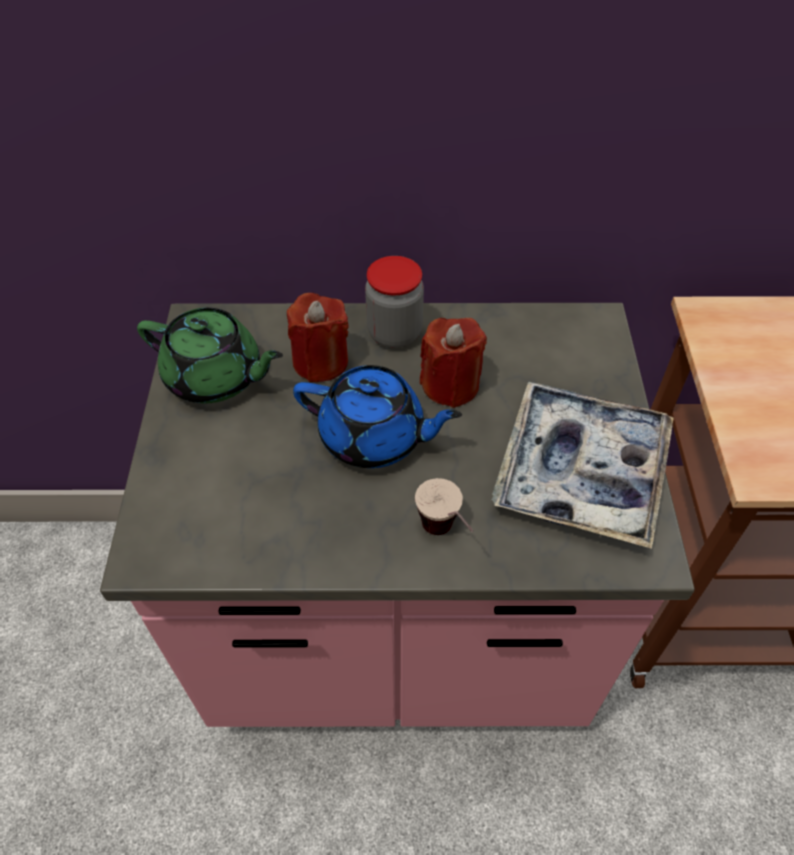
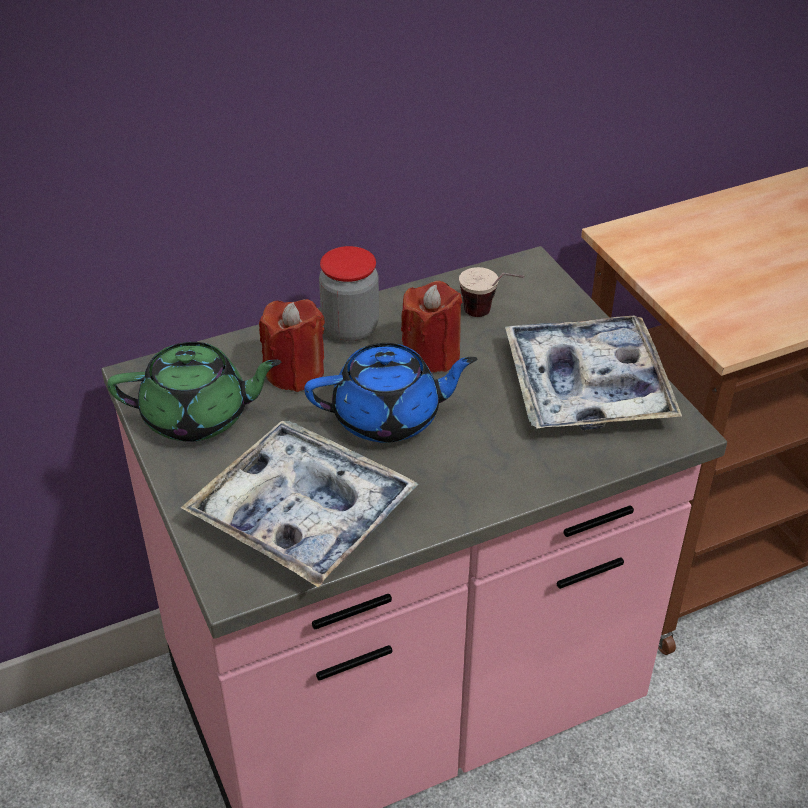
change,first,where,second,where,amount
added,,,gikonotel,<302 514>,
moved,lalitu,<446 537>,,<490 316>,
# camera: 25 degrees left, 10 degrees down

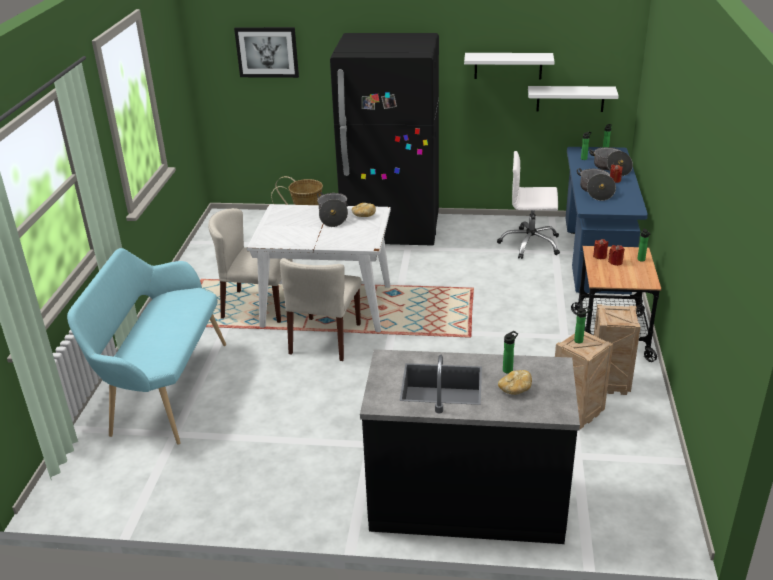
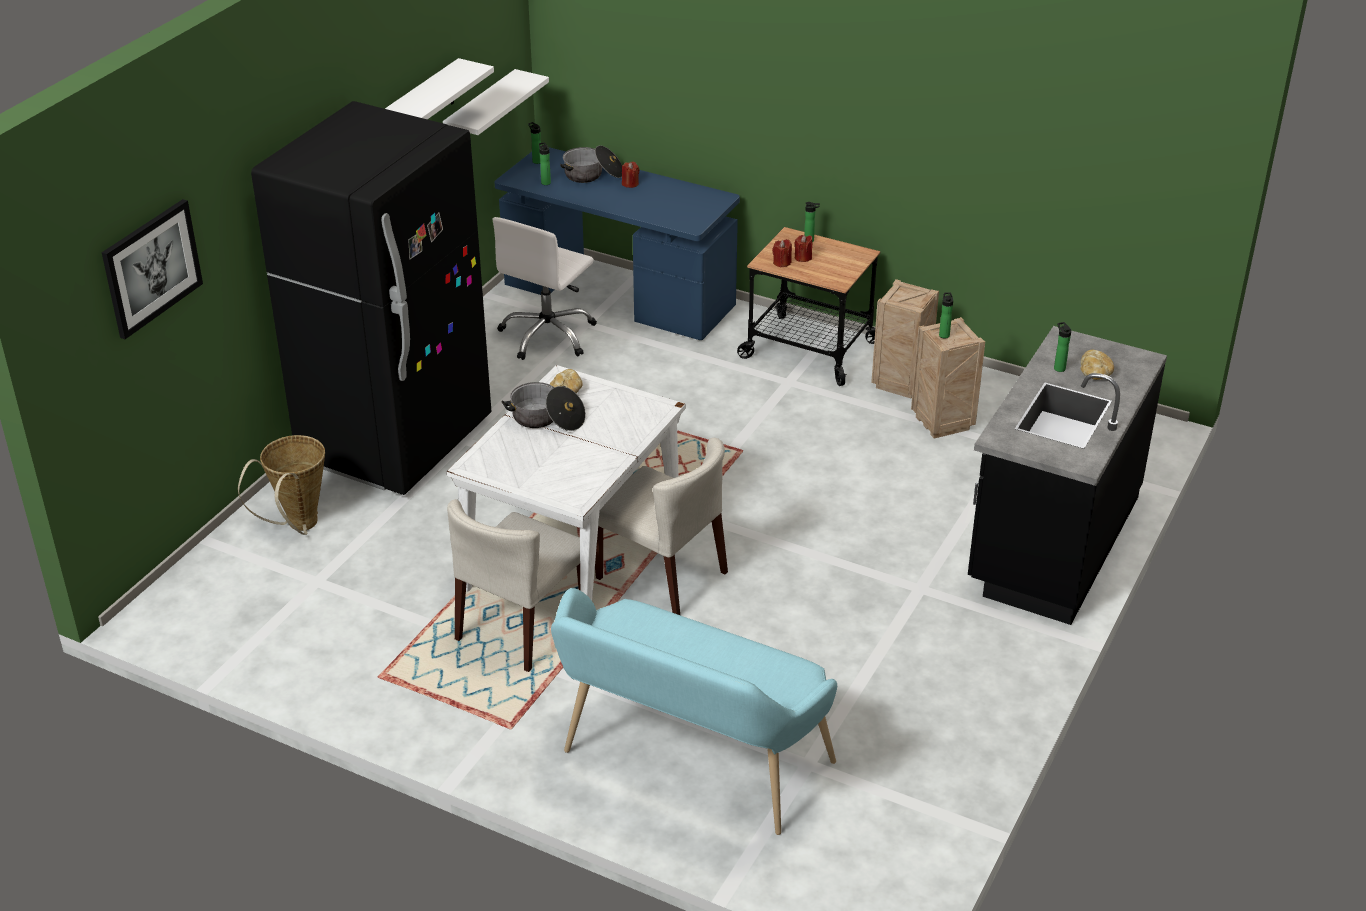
change,first,where,second,where,amount
removed,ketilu,<595 191>,,,
# camera: 70 degrees left, 5 degrees up

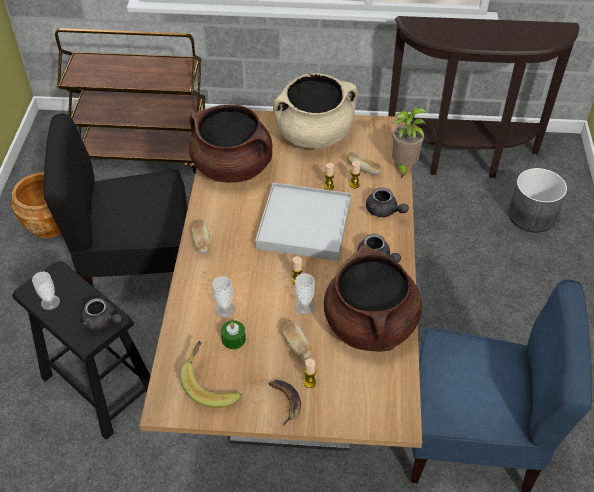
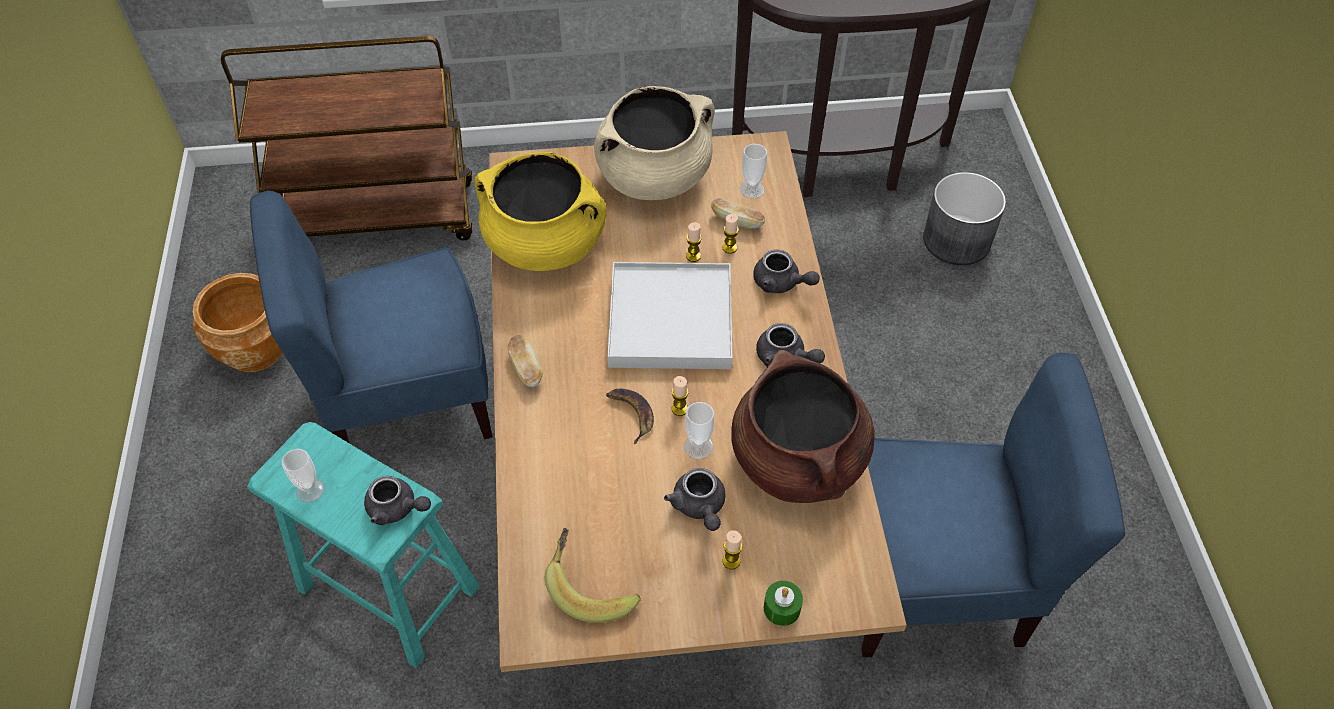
change,first,where,second,where,amount
recoloured,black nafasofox,<100 385>,turquoise nafasofox,<389 587>,
recoloured,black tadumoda,<138 268>,blue tadumoda,<407 399>,
recoloured,brown ketilu,<233 167>,yellow ketilu,<546 244>,
moved,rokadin,<284 401>,,<631 414>,
replaced,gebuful,<296 345>,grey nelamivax,<699 507>,
moved,lalitu,<225 309>,,<752 189>,
moved,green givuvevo,<233 339>,,<782 608>,
removed,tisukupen,<403 166>,,,
# camera: 10 degrees left, 5 degrees up

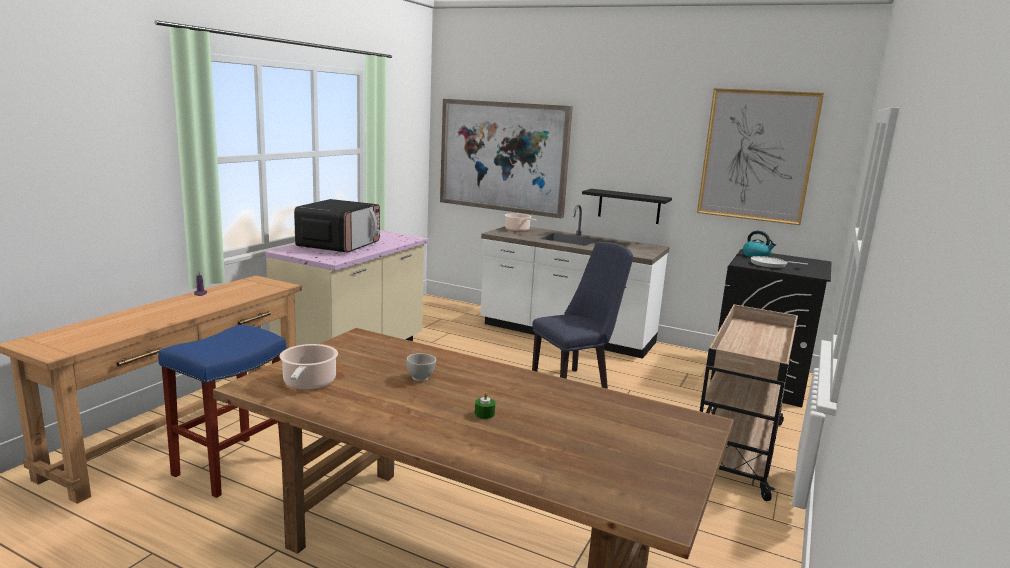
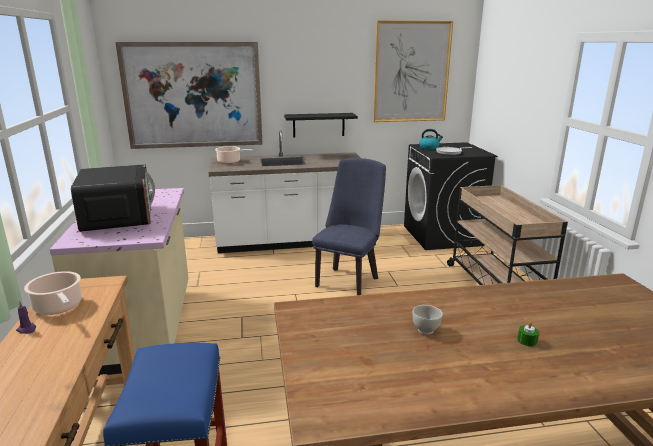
change,first,where,second,where,amount
moved,ketilu,<308 383>,,<59 307>,
# camera: 35 degrees left, 5 degrees up

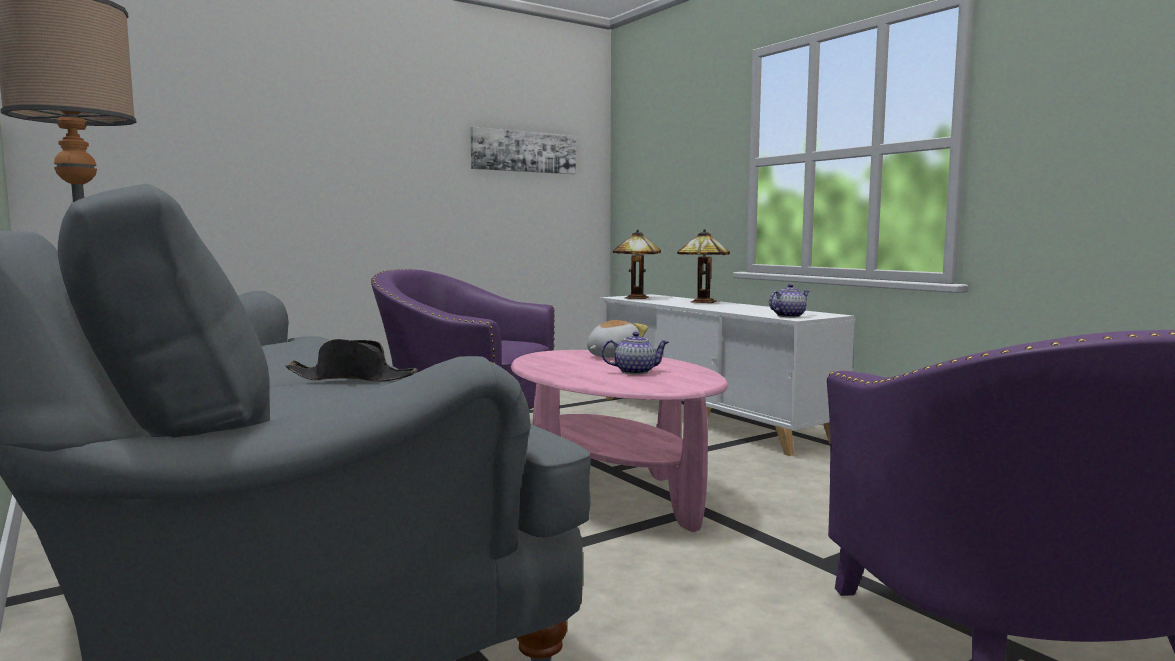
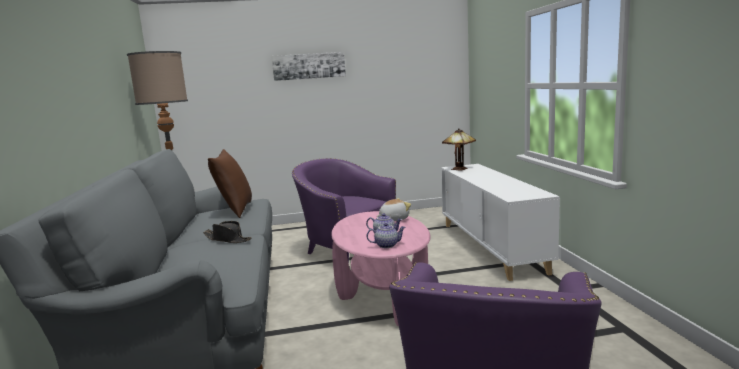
change,first,where,second,where,amount
added,,,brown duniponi,<235 210>,
moved,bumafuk,<523 151>,,<309 66>,
moved,nelamivax,<788 316>,,<387 245>,
removed,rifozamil,<701 302>,,,
# camera: 25 degrees right, 5 degrees up

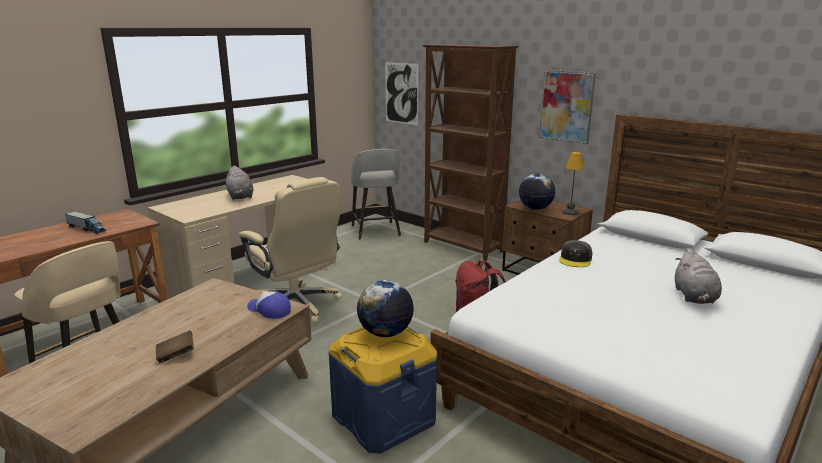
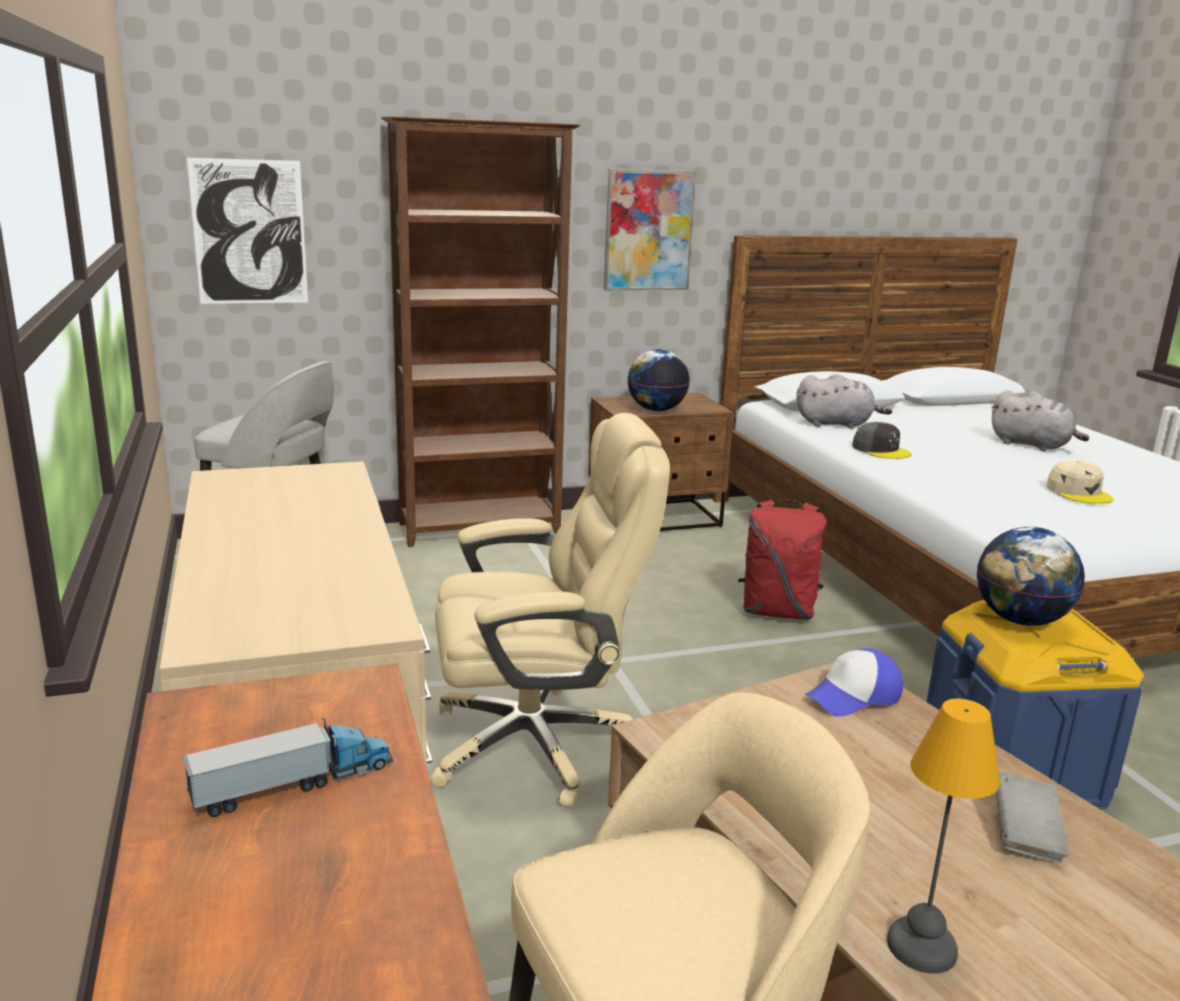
change,first,where,second,where,amount
moved,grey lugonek,<240 197>,,<836 424>,
moved,rifozamil,<569 212>,,<919 947>,
recoloured,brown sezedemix,<176 355>,grey sezedemix,<1025 836>,
added,,,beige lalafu,<1078 492>,
# camera: 60 degrees left, 0 degrees up

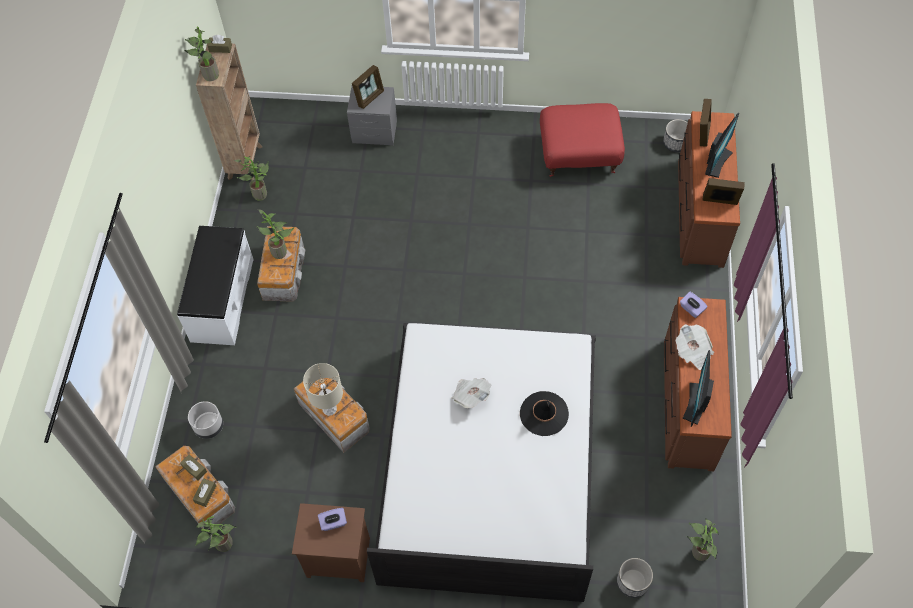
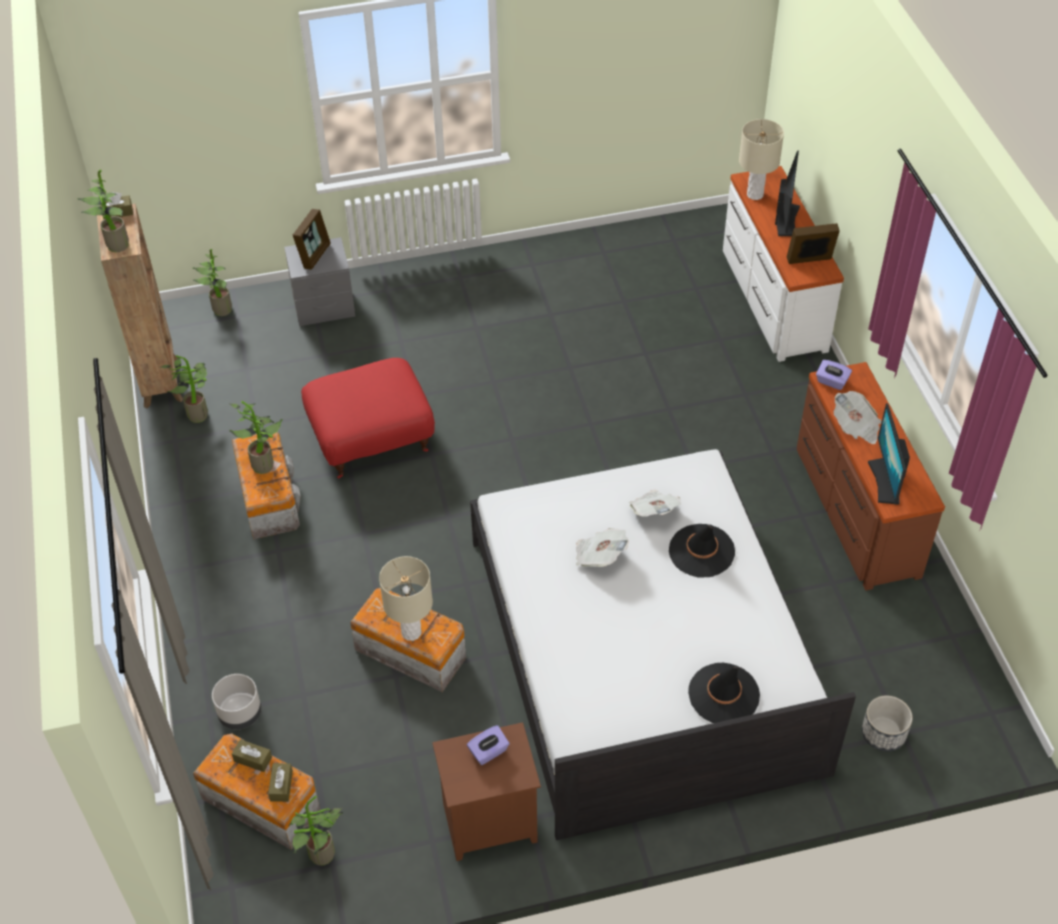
change,first,where,second,where,amount
moved,tisukupen,<697 552>,,<219 310>,
moved,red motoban,<579 155>,,<372 439>,
added,,,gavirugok,<654 512>,
added,,,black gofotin,<723 694>,
recoloured,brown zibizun,<699 212>,white zibizun,<772 299>,
replaced,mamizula,<702 133>,beige rifozamil,<755 194>,
removed,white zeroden,<221 299>,,,
removed,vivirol,<676 143>,,,
# camera: 20 degrees left, 10 degrees down

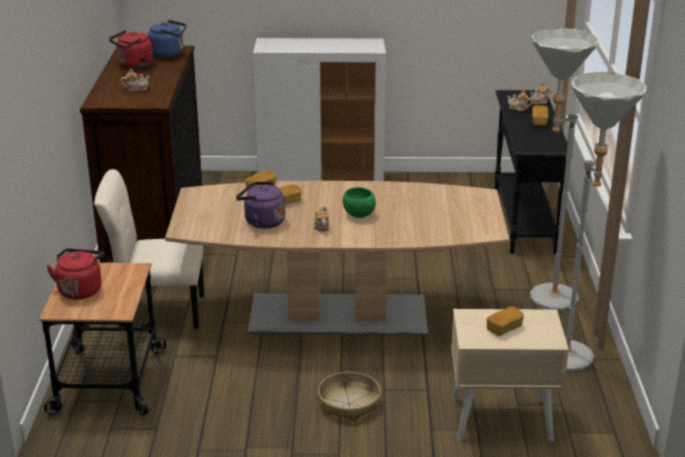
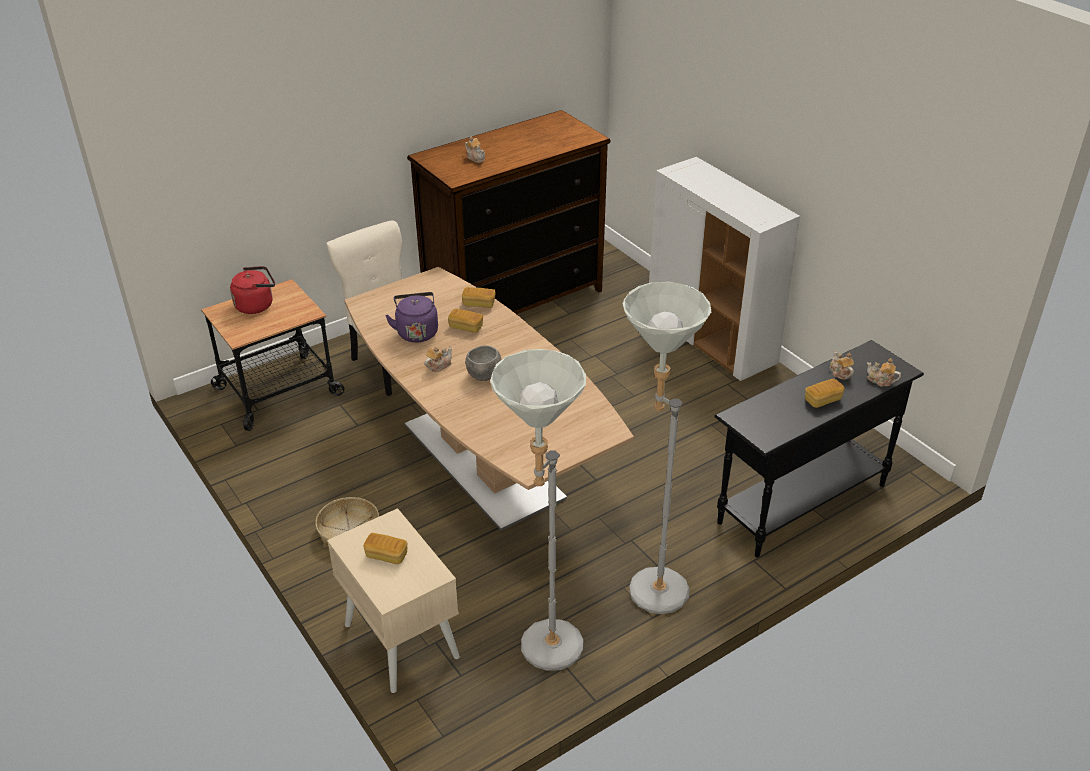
change,first,where,second,where,amount
recoloured,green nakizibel,<359 215>,grey nakizibel,<483 376>,
removed,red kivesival,<133 65>,,,
removed,blue kivesival,<169 54>,,,
# camera: 55 degrees right, 10 degrees up

